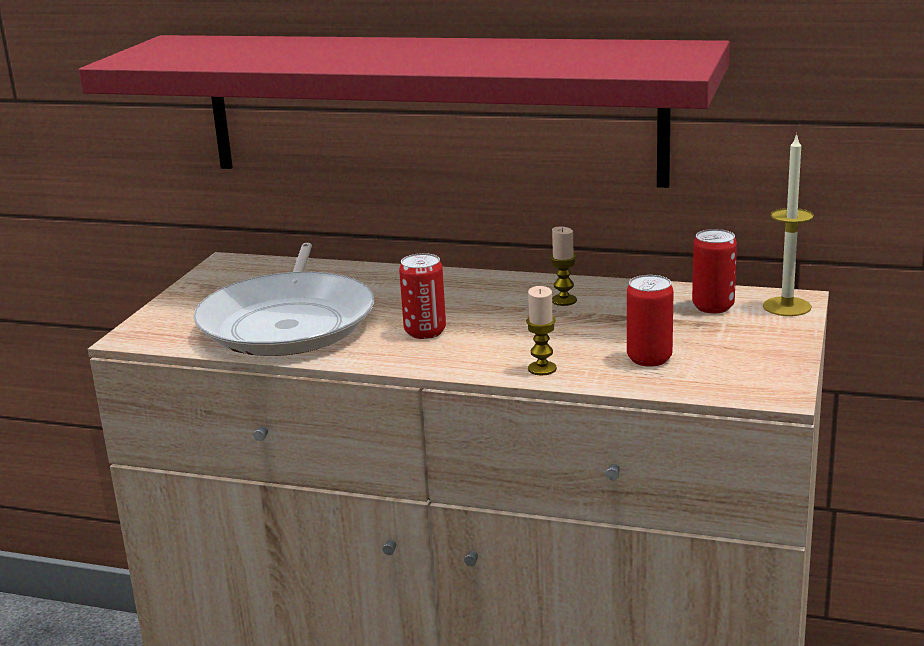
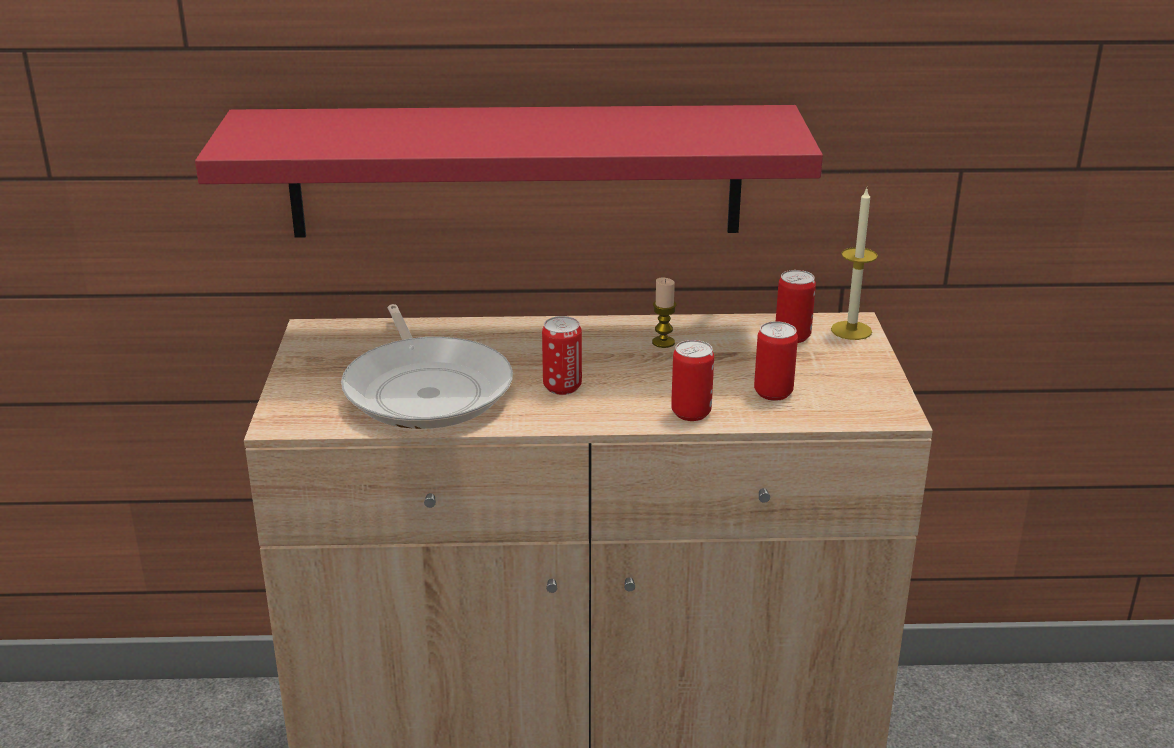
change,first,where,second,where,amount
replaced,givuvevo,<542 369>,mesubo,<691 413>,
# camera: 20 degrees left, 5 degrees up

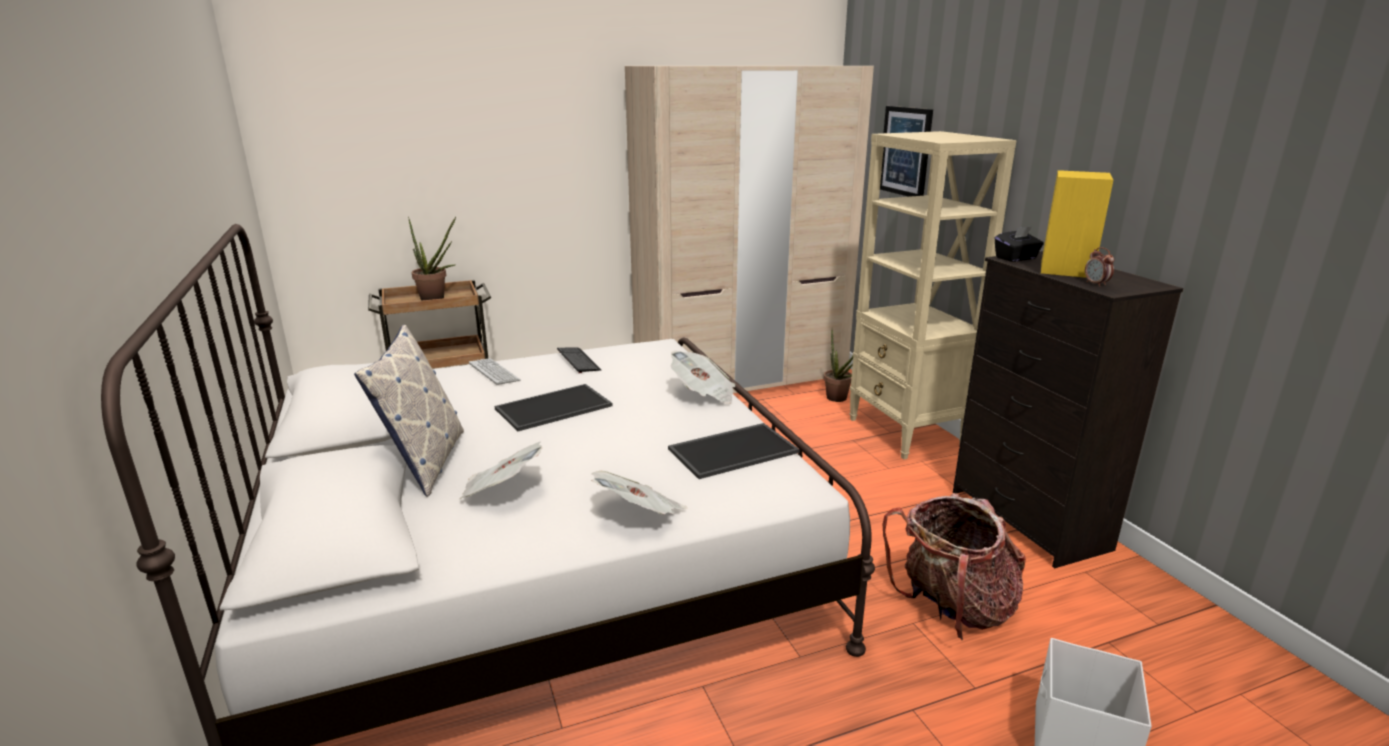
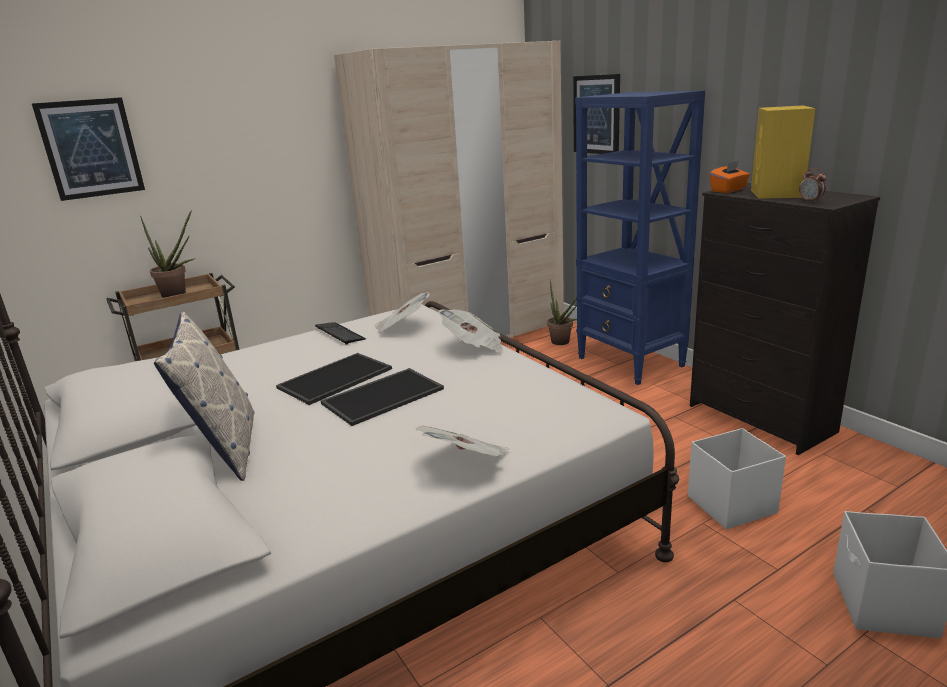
change,first,where,second,where,amount
added,,,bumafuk,<91 148>,
moved,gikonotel,<733 450>,,<383 395>,
moved,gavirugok,<502 490>,,<402 327>,
recoloured,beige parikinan,<906 433>,blue parikinan,<631 362>,
replaced,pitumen,<951 609>,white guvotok,<730 505>,
recoloured,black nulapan,<1016 258>,orange nulapan,<728 190>,
removed,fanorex,<494 372>,,,
# camera: 10 degrees left, 0 degrees up

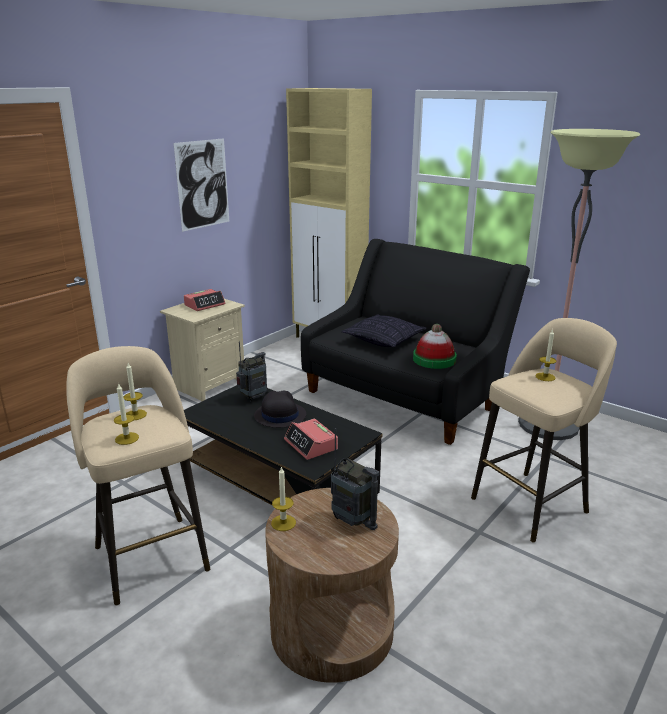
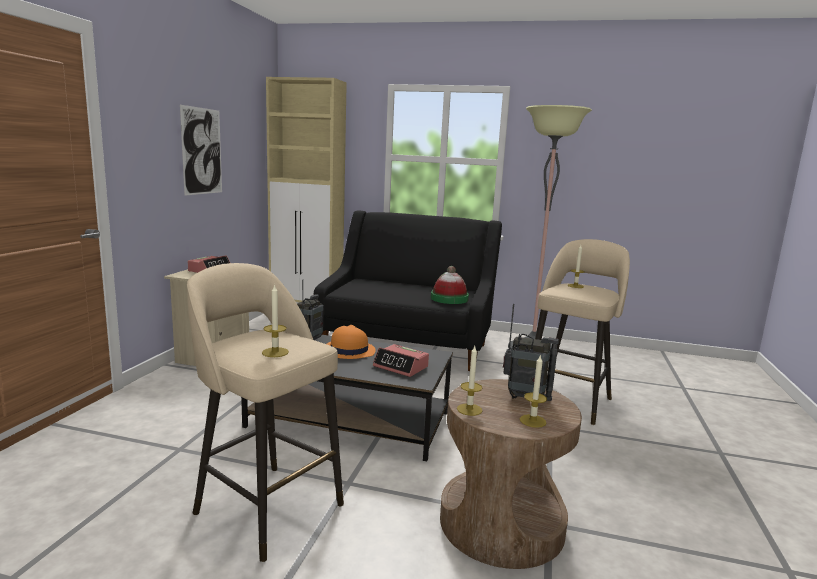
change,first,where,second,where,amount
recoloured,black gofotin,<279 415>,orange gofotin,<348 350>,
moved,givuvevo,<135 415>,,<532 421>,
removed,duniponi,<384 340>,,,
# camera: 25 degrees left, 10 degrees down

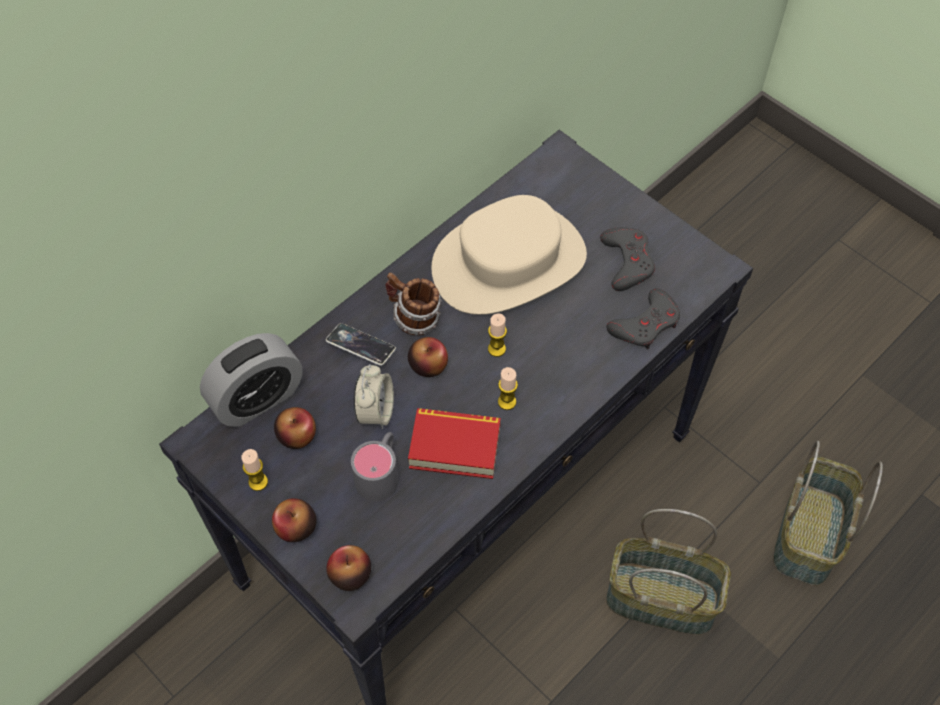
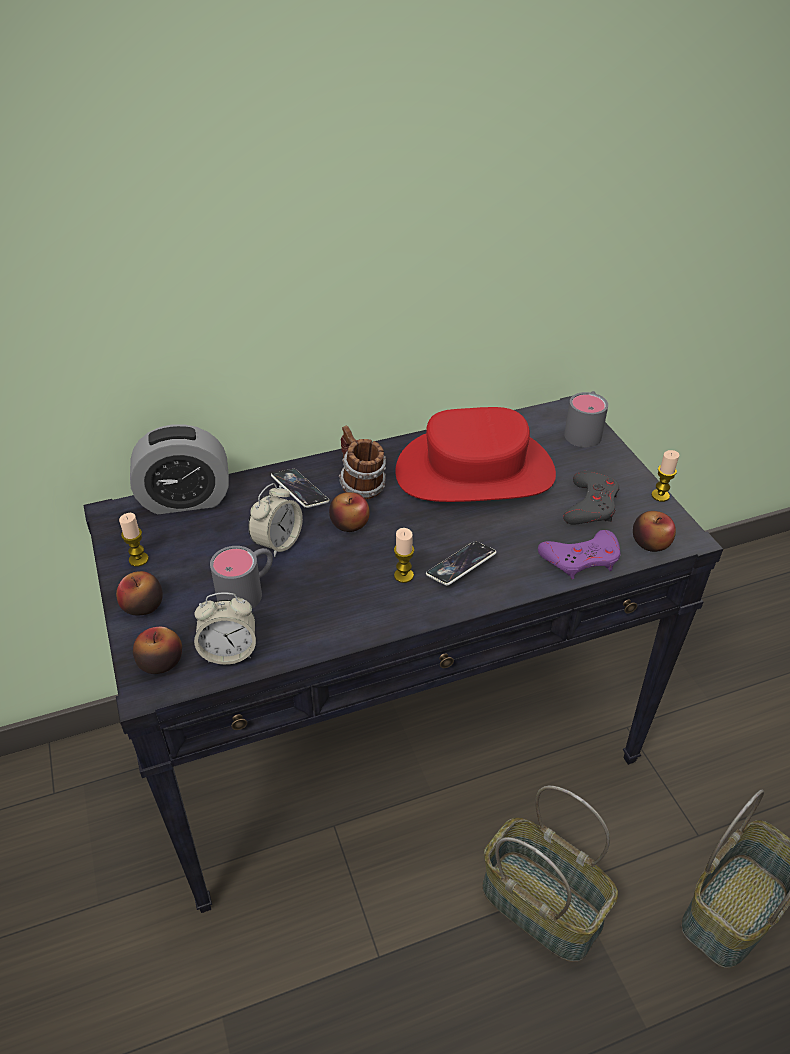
change,first,where,second,where,amount
added,,,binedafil,<229 651>,
recoloured,beige gofotin,<509 263>,red gofotin,<475 472>,
added,,,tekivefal,<461 566>,
recoloured,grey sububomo,<645 324>,purple sububomo,<581 559>,
added,,,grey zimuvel,<584 430>,
moved,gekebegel,<297 435>,,<650 542>,
moved,givuvevo,<496 349>,,<660 495>,
removed,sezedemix,<455 447>,,,
# camera: 25 degrees right, 15 degrees down

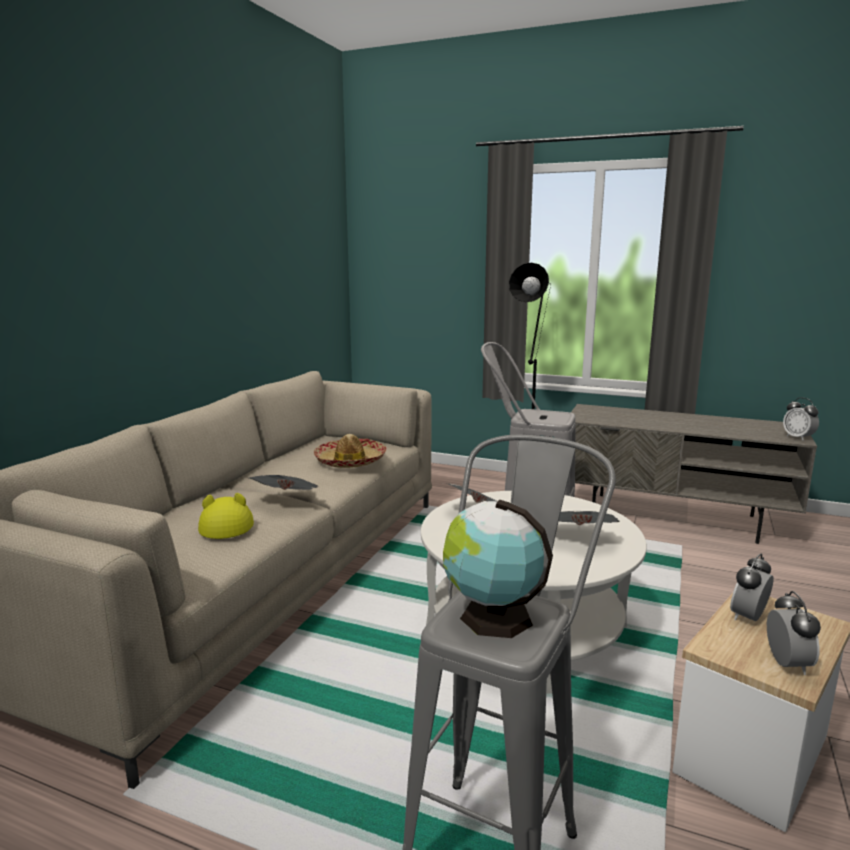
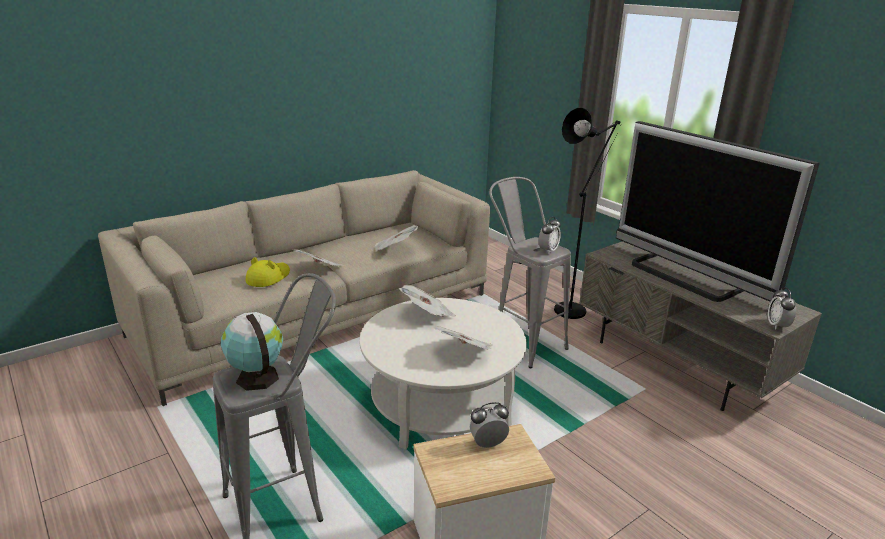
change,first,where,second,where,amount
replaced,gofotin,<350 461>,gavirugok,<394 249>,
moved,binedafil,<787 664>,,<548 250>,
added,,,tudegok,<684 277>,
# camera: 30 degrees right, 10 degrees up

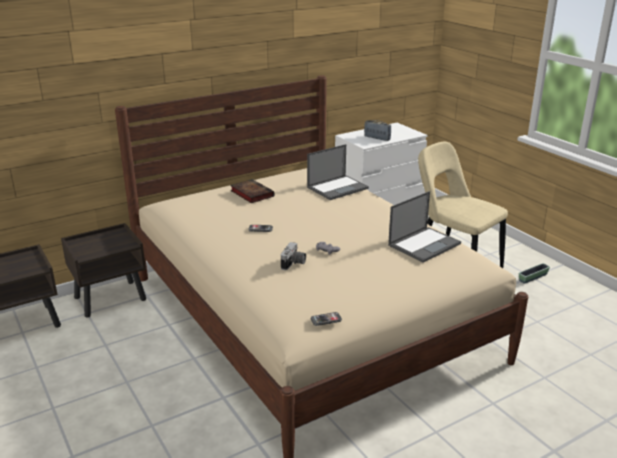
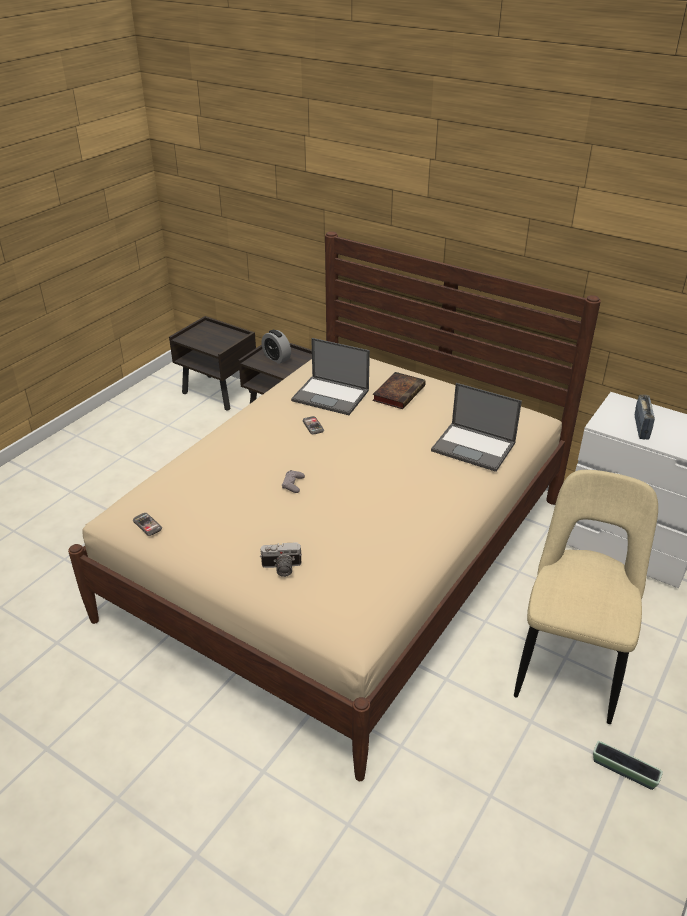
change,first,where,second,where,amount
moved,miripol,<294 264>,,<281 568>,
added,,,binedafil,<276 358>,
moved,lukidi,<424 244>,,<331 396>,
# camera: 65 degrees right, 10 degrees up

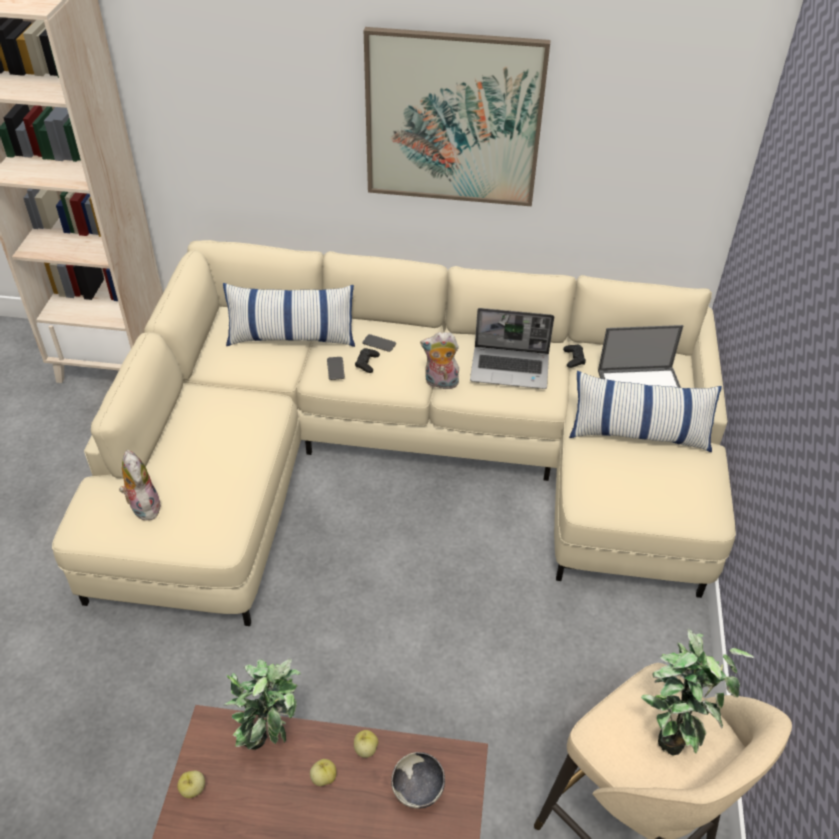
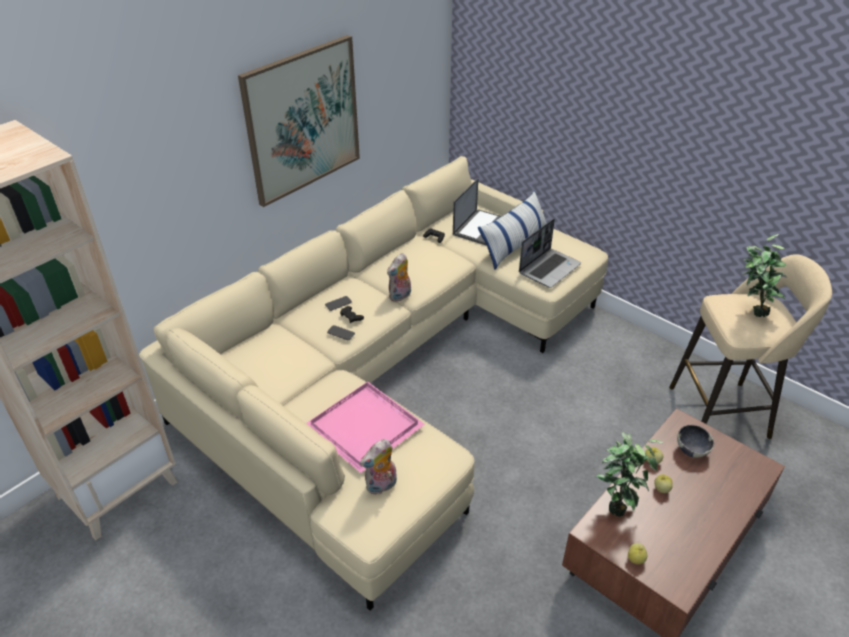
change,first,where,second,where,amount
added,,,pink gikonotel,<367 427>,
turned,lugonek,<143 506>,,<381 486>,45 degrees counterclockwise
moved,lukidi,<511 368>,,<549 268>,
removed,duniponi,<291 337>,,,
# camera: 55 degrees left, 5 degrees down

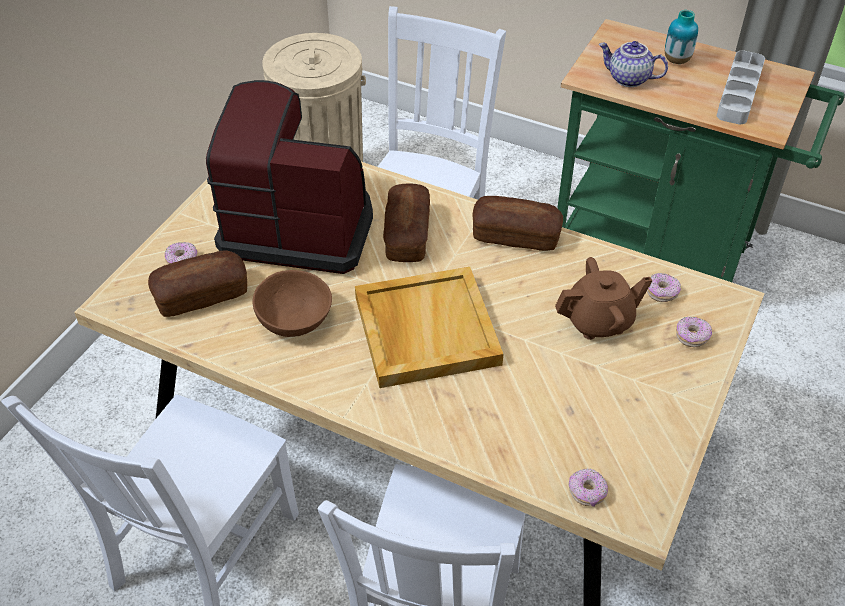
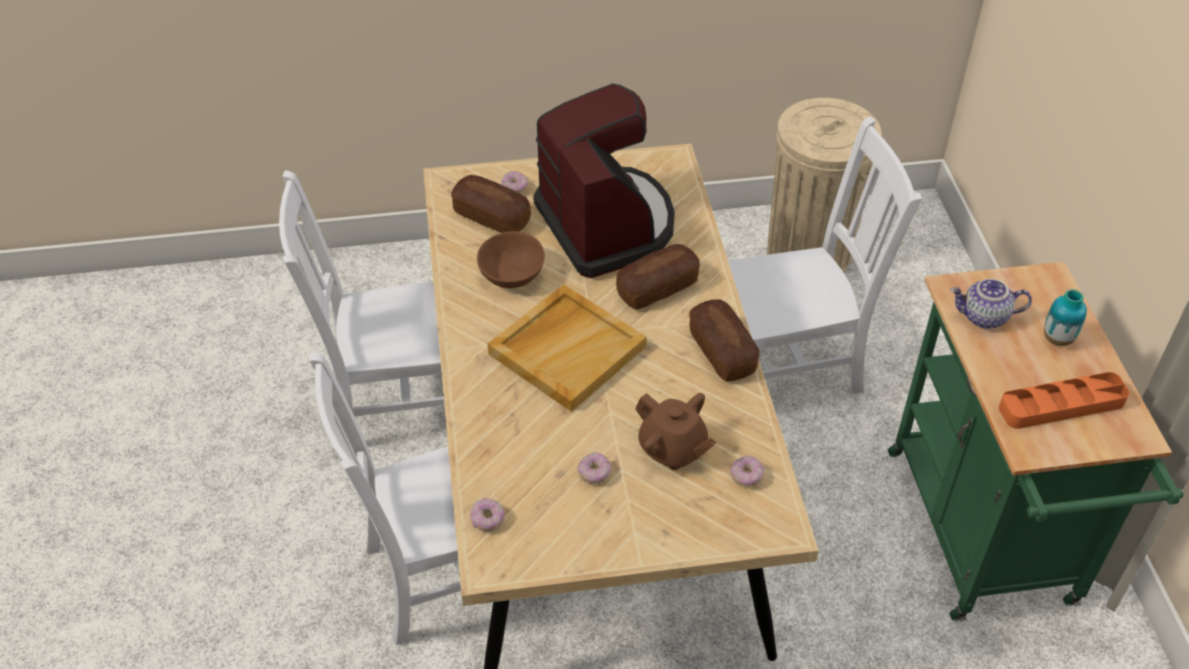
change,first,where,second,where,amount
moved,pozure,<691 337>,,<594 473>,
turned,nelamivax,<628 79>,,<984 318>,75 degrees counterclockwise
recoloured,grey gikonotel,<739 92>,orange gikonotel,<1061 405>,
# camera: 55 degrees right, 0 degrees up

